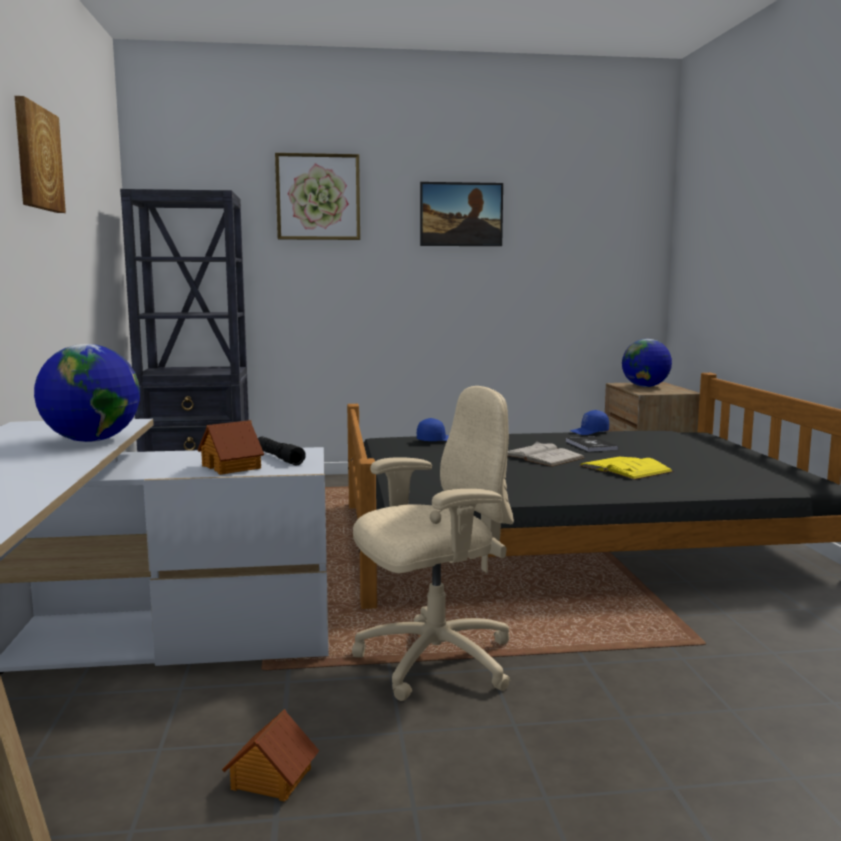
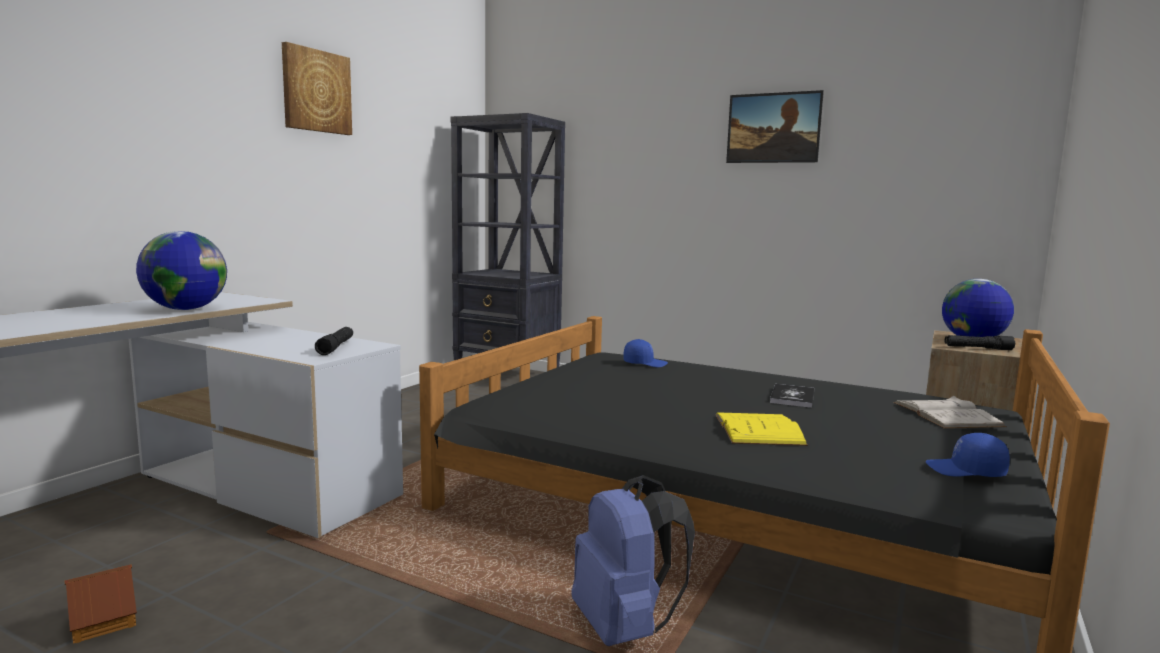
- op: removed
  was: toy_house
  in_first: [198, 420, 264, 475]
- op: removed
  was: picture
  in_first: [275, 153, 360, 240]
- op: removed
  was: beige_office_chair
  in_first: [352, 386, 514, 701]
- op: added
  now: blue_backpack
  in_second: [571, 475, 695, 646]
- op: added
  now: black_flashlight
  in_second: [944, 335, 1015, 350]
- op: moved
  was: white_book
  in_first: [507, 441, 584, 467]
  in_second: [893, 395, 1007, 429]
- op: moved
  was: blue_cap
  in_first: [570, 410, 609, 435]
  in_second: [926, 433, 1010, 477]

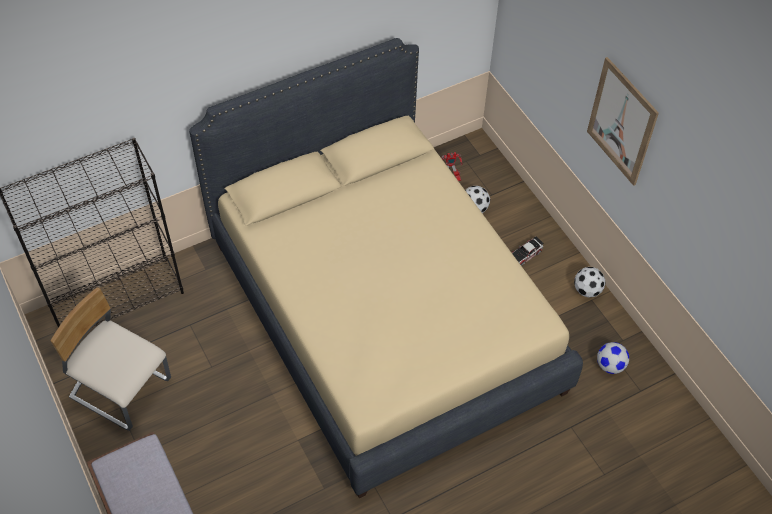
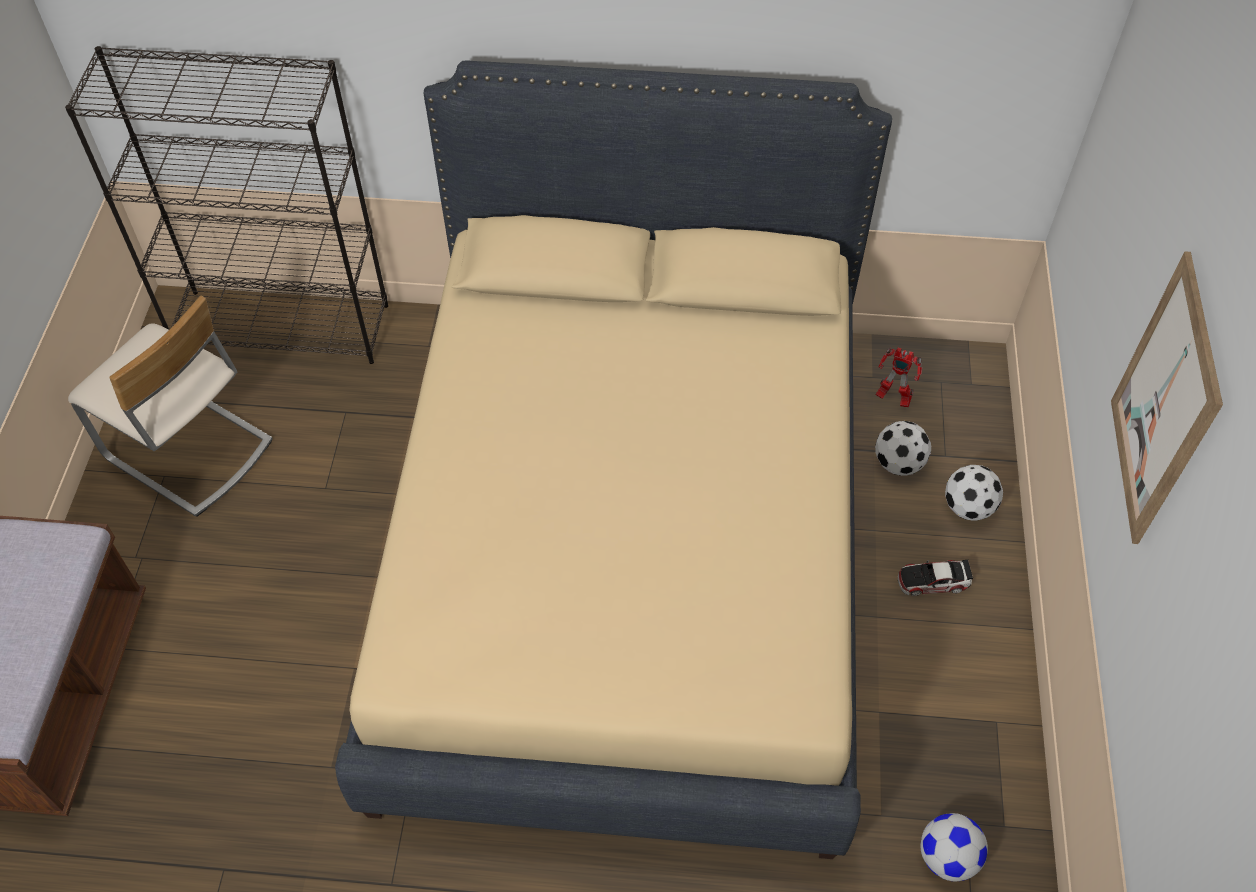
- op: moved
  was: football
  in_first: [574, 267, 606, 298]
  in_second: [945, 465, 1003, 521]
- op: turned
  was: beige_chair
  in_first: [50, 287, 171, 431]
  in_second: [68, 296, 273, 516]
  clockwise: 150

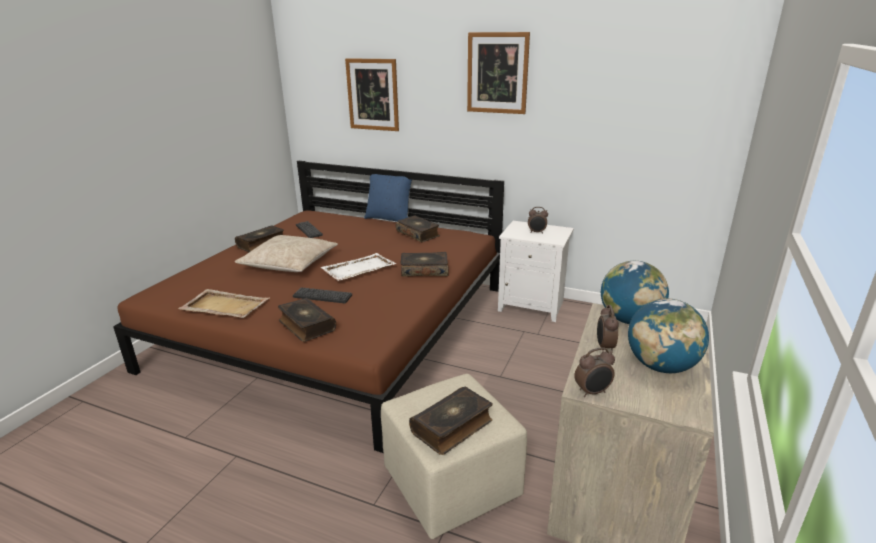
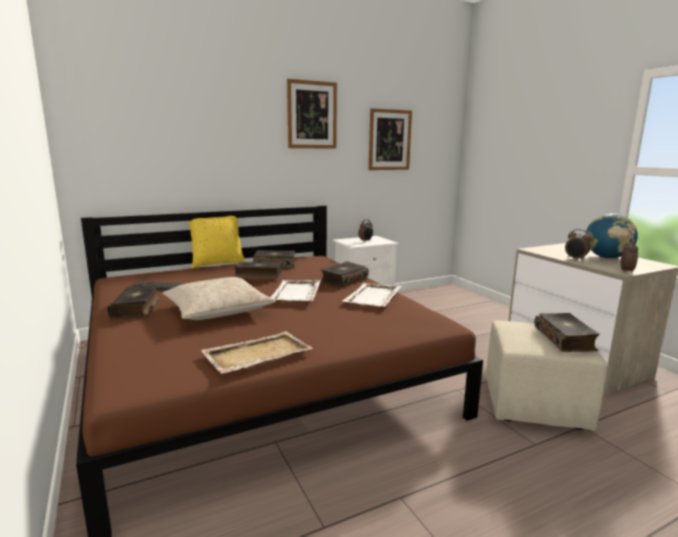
- op: removed
  was: keyboard
  in_first: [293, 287, 352, 303]
- op: removed
  was: globe
  in_first: [601, 261, 669, 324]
- op: added
  now: white_tray
  in_second: [342, 283, 401, 307]
- op: moved
  was: book
  in_first: [278, 298, 336, 342]
  in_second: [234, 262, 282, 280]
- op: moved
  was: picture
  in_first: [345, 58, 399, 131]
  in_second: [369, 108, 412, 170]
- op: recoloured
  was: blue_pillow
  now: yellow_pillow
  in_first: [364, 174, 413, 222]
  in_second: [188, 216, 245, 268]

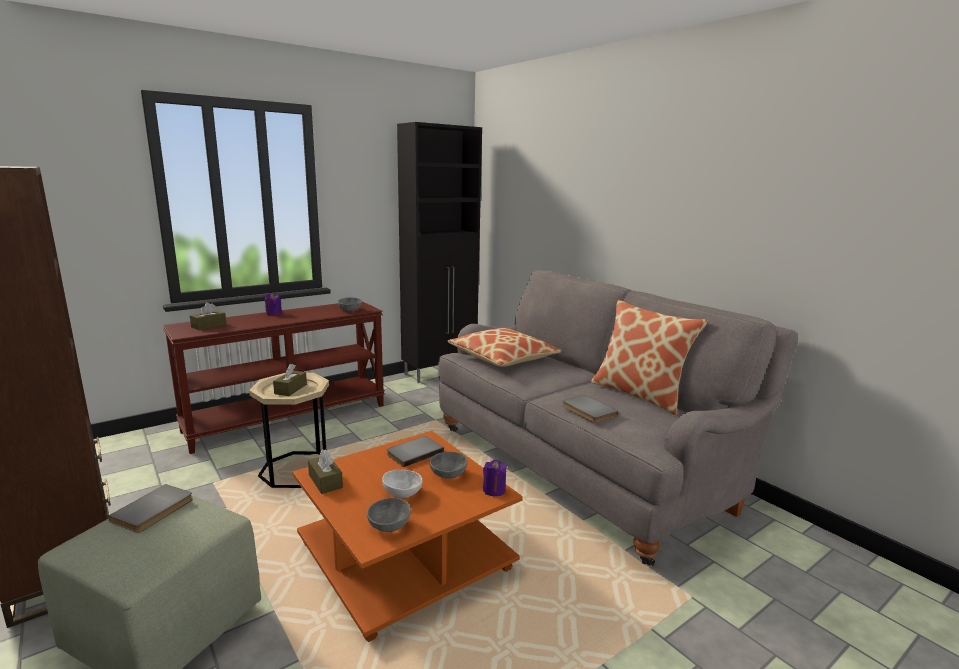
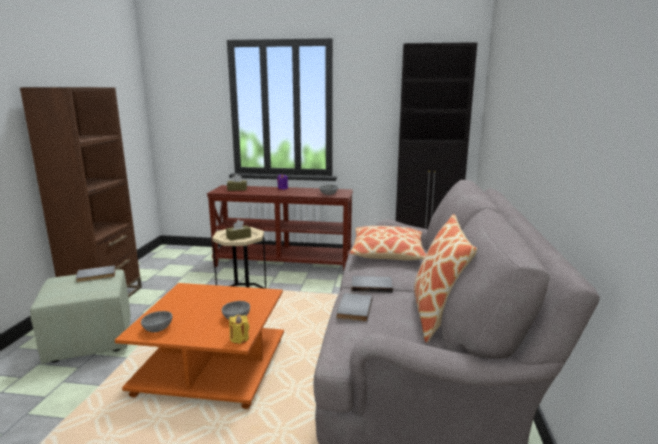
- op: removed
  was: brown_tissue_box
  in_first: [308, 449, 343, 494]
- op: removed
  was: white_bowl
  in_first: [382, 470, 423, 498]
- op: moved
  was: grey_book
  in_first: [387, 436, 444, 467]
  in_second: [352, 276, 393, 292]
- op: recoloured
  was: purple_candle
  now: yellow_candle
  in_first: [483, 460, 507, 496]
  in_second: [229, 315, 249, 344]

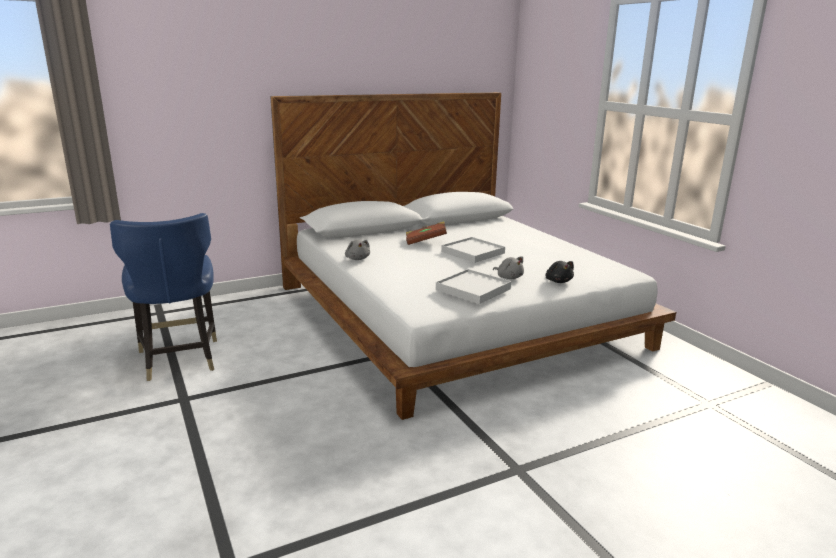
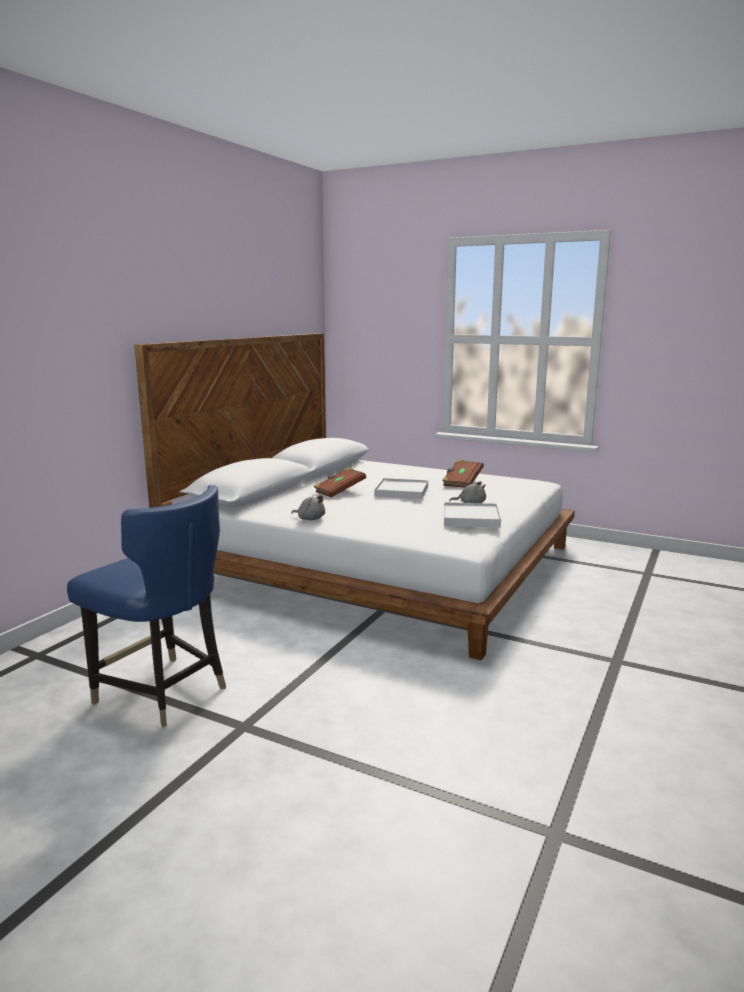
- op: removed
  was: black_plush_toy
  in_first: [546, 261, 574, 283]
- op: added
  now: brown_book
  in_second: [442, 459, 484, 488]

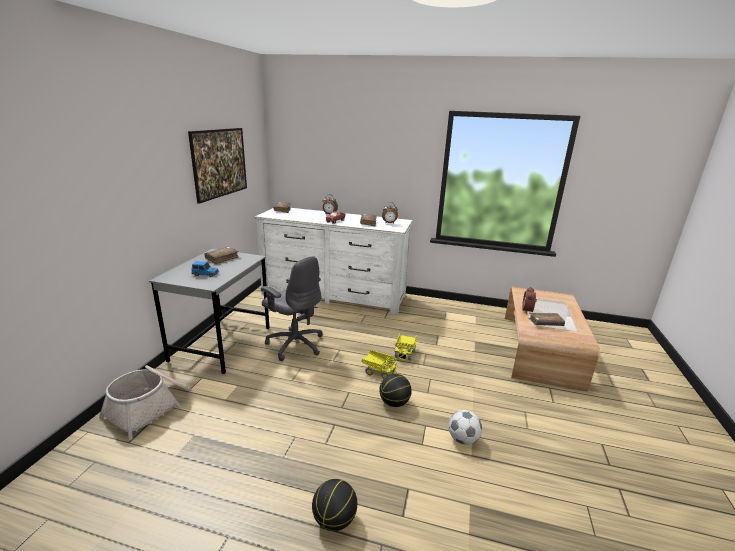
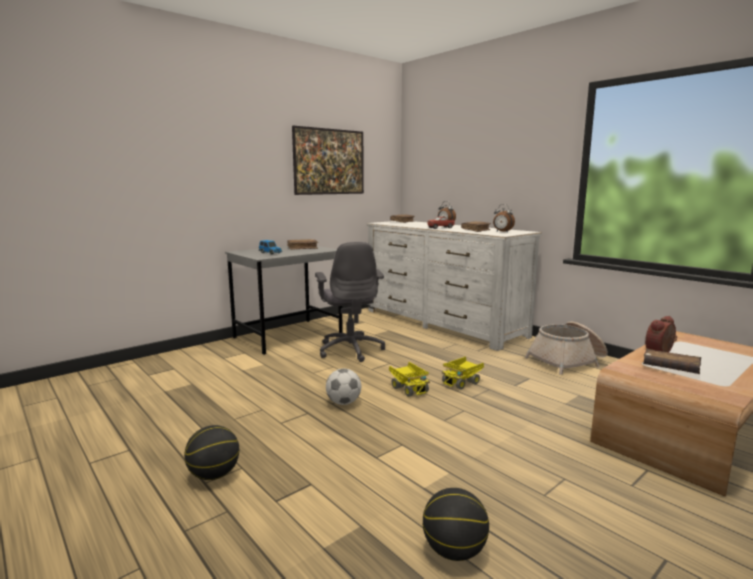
- op: moved
  was: basket
  in_first: [99, 365, 191, 440]
  in_second: [525, 322, 608, 375]
- op: moved
  was: basketball
  in_first: [379, 374, 412, 407]
  in_second: [423, 488, 489, 561]
- op: moved
  was: football
  in_first: [449, 410, 482, 445]
  in_second: [326, 369, 361, 405]

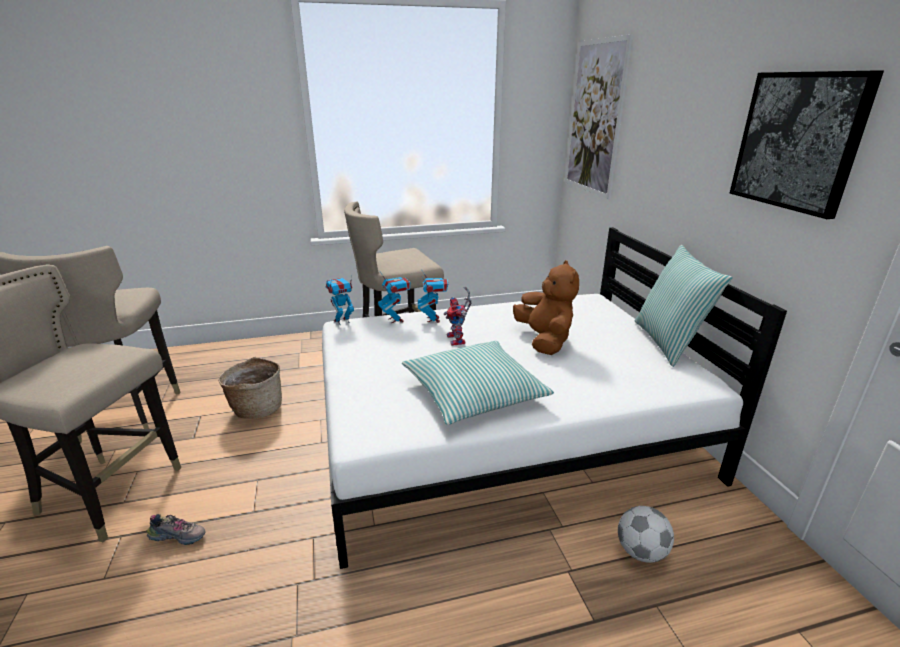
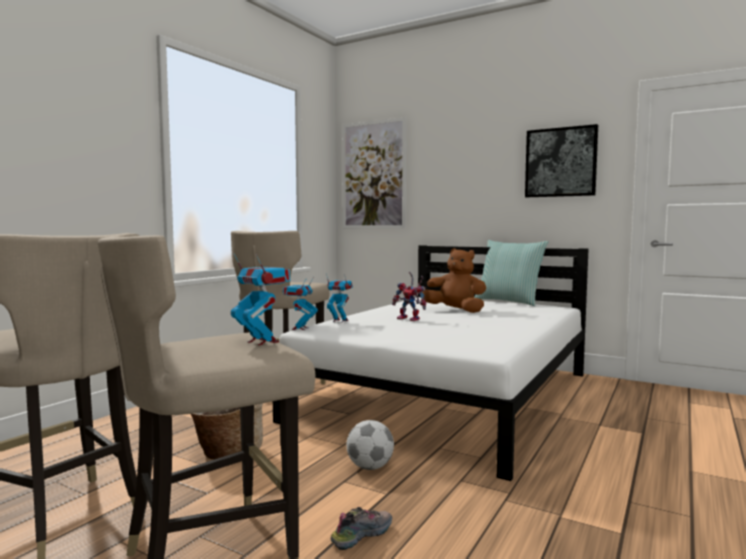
- op: removed
  was: pillow
  in_first: [402, 341, 554, 425]
- op: moved
  was: toy_robot
  in_first: [418, 269, 448, 323]
  in_second: [231, 253, 290, 345]
- op: moved
  was: football
  in_first: [618, 506, 674, 563]
  in_second: [347, 420, 394, 470]

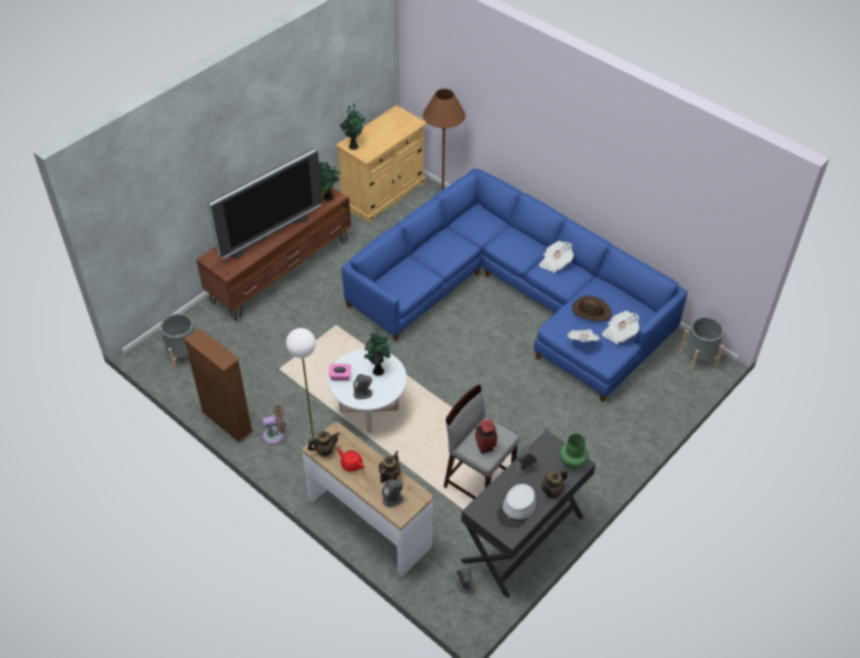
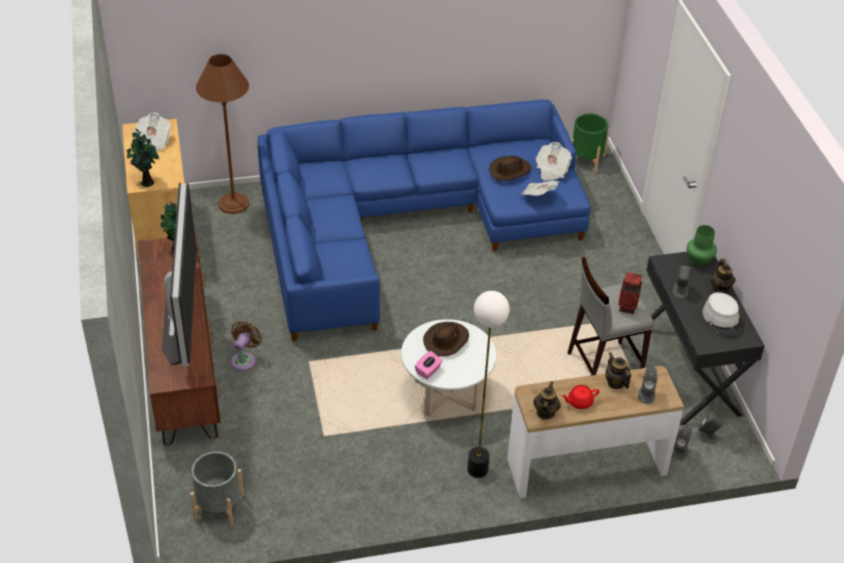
- op: removed
  was: brown_bookcase
  in_first: [184, 328, 254, 443]
- op: moved
  was: brown_fan
  in_first: [262, 406, 286, 445]
  in_second: [231, 321, 262, 371]
- op: moved
  was: grey_speaker
  in_first: [353, 374, 372, 399]
  in_second: [672, 426, 692, 460]
- op: moved
  was: newspaper
  in_first: [539, 241, 574, 273]
  in_second: [134, 113, 172, 151]
- op: replaced
  was: potted_plant
  now: brown_hat
  in_first: [364, 329, 391, 376]
  in_second: [423, 322, 469, 357]
- op: recoloured
  was: grey_planter
  now: green_planter
  in_first: [680, 317, 724, 371]
  in_second: [571, 113, 609, 172]

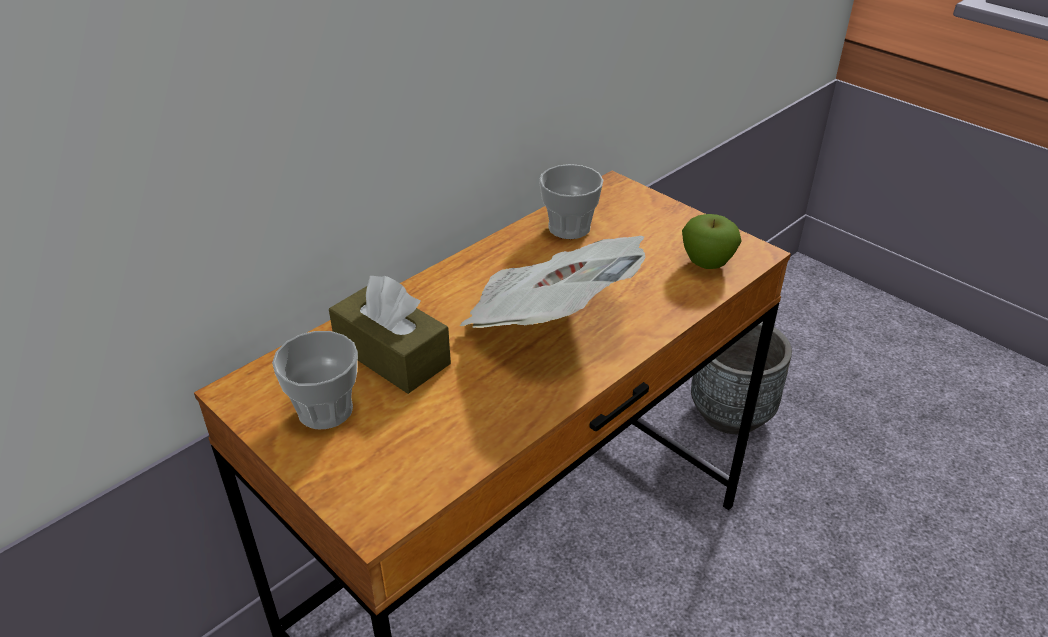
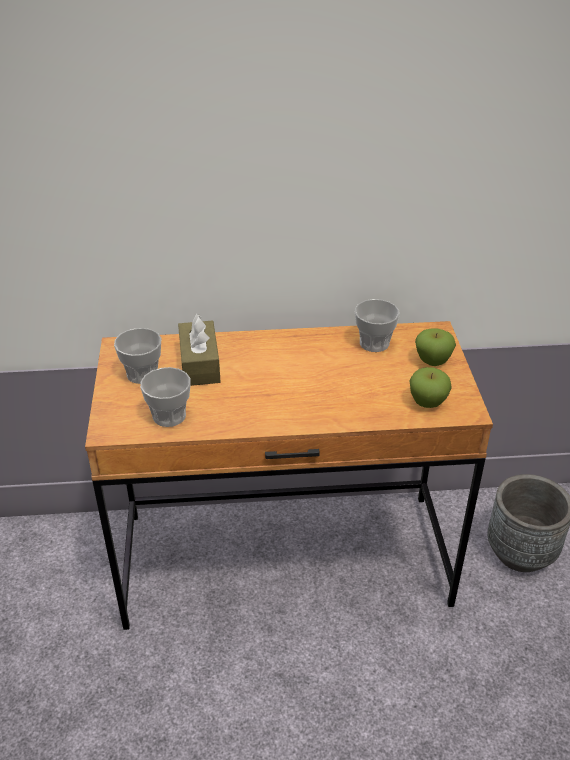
- op: removed
  was: newspaper
  in_first: [460, 236, 645, 328]
- op: added
  now: cup
  in_second: [140, 367, 191, 427]
- op: added
  now: apple
  in_second: [415, 328, 456, 366]

